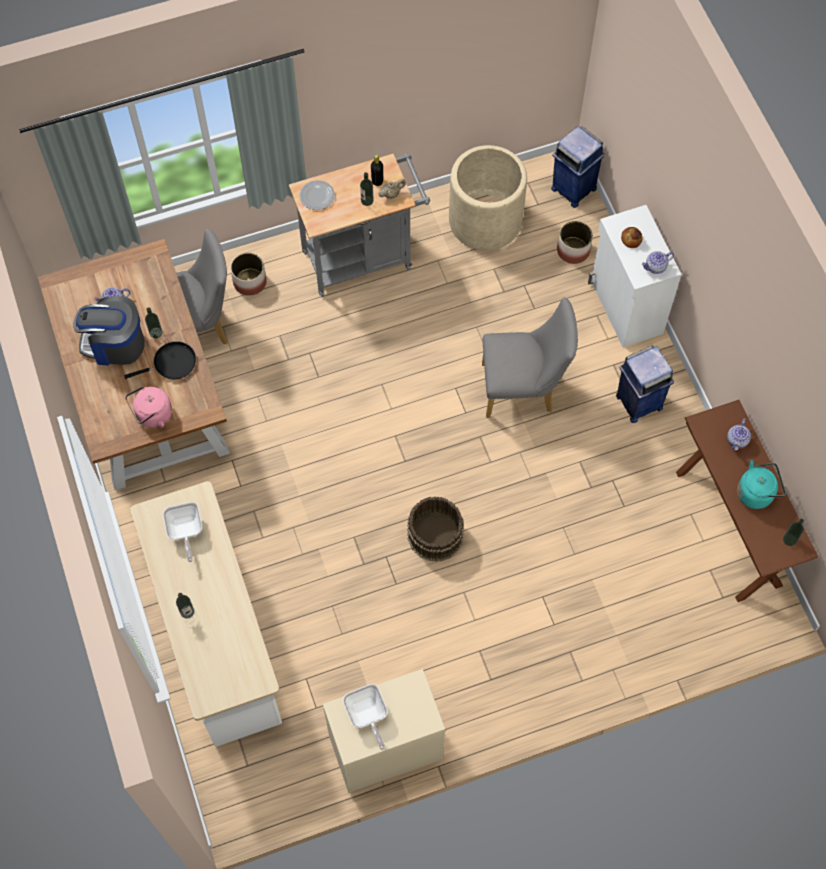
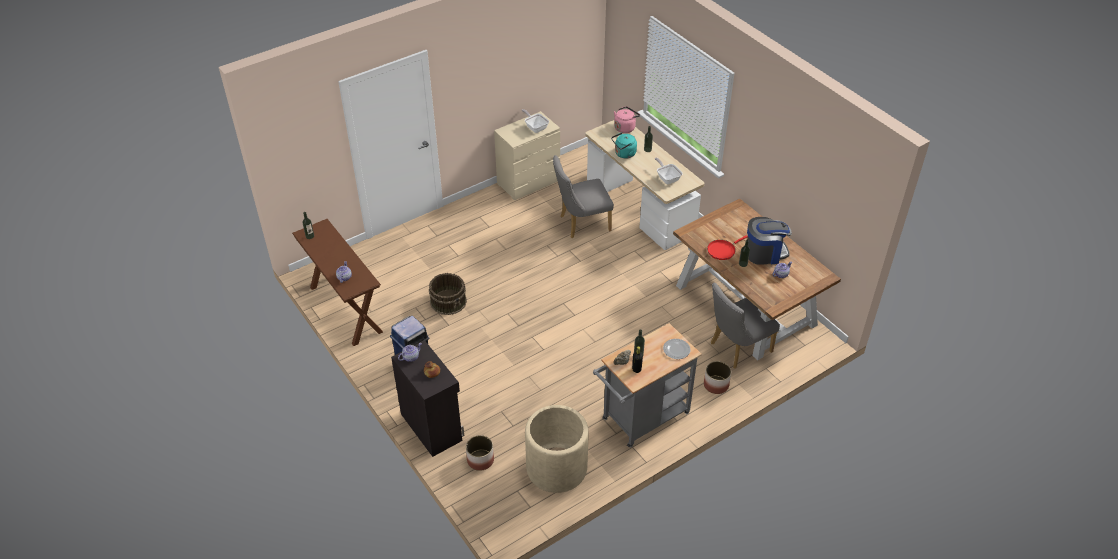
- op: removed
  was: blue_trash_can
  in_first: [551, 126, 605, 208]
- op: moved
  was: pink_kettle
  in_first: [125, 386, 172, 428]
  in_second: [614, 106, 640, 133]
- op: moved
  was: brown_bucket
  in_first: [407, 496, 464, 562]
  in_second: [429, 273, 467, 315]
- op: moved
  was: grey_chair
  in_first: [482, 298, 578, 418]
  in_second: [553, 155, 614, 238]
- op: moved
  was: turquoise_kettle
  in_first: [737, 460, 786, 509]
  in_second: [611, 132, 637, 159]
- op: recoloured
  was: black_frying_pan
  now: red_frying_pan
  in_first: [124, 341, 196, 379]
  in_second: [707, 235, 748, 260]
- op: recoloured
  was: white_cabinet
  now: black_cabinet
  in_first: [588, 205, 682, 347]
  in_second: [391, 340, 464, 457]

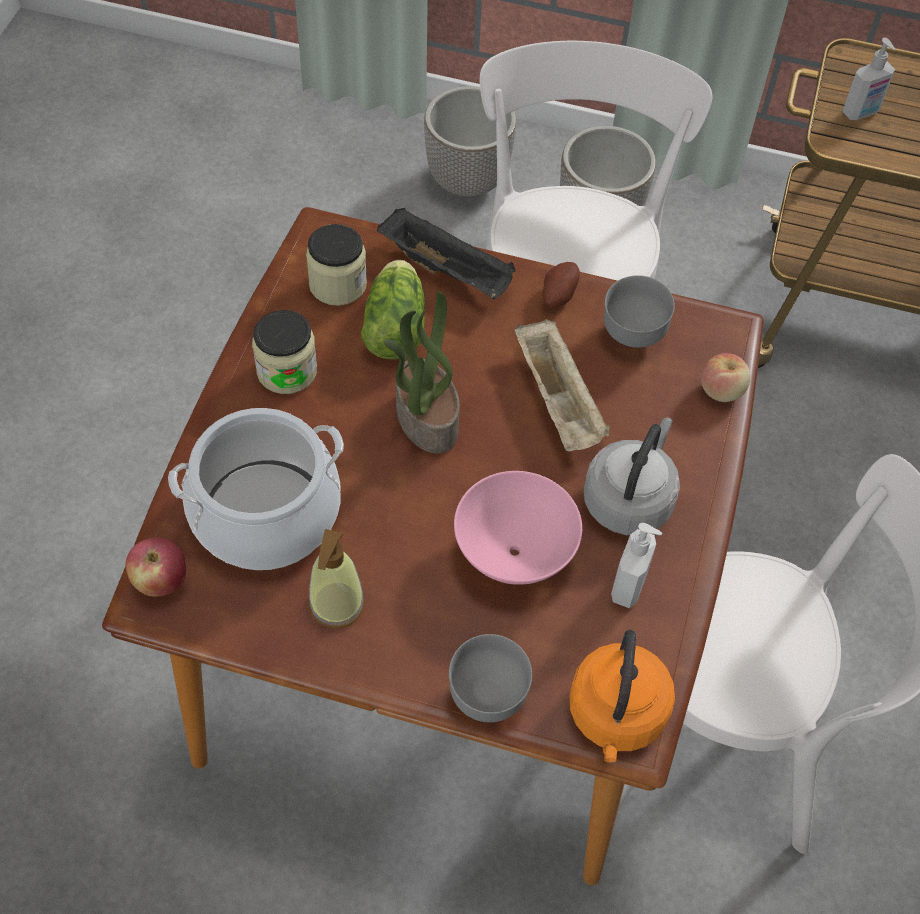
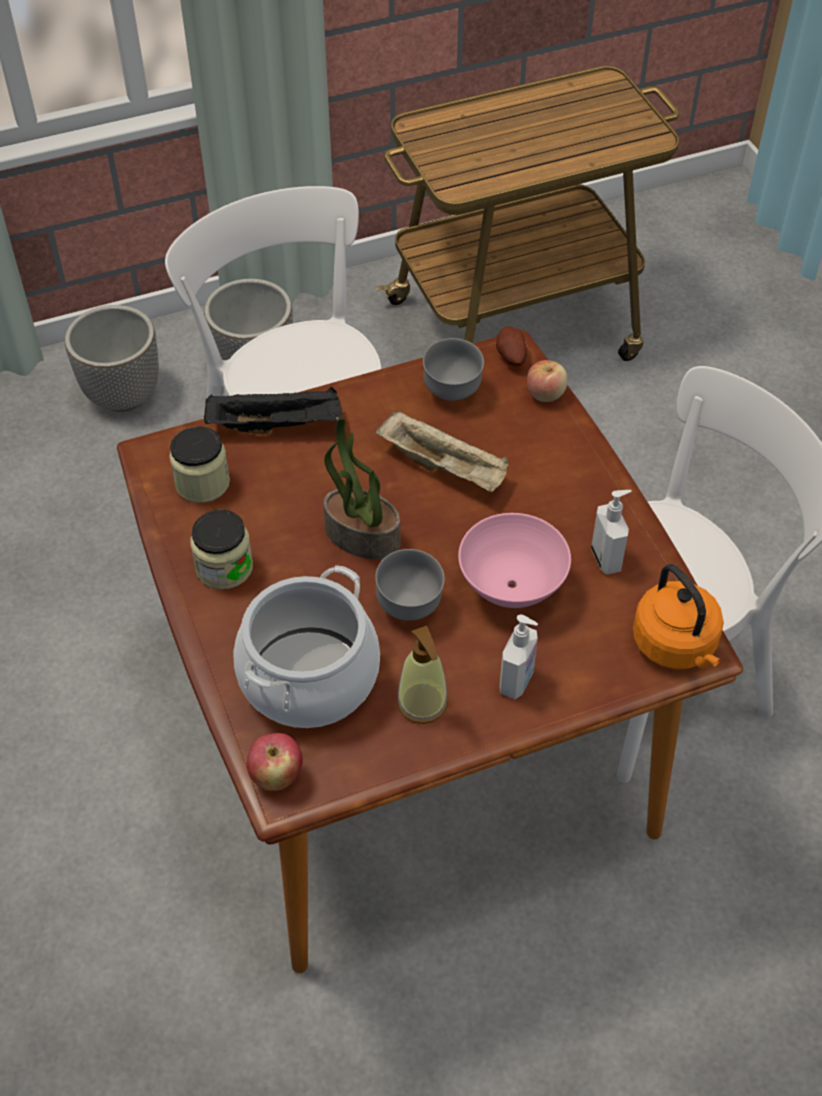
- op: removed
  was: lettuce
  in_first: [361, 260, 425, 359]
- op: removed
  was: grey_kettle
  in_first: [584, 418, 680, 535]
- op: moved
  was: grey_bowl
  in_first: [449, 634, 532, 722]
  in_second: [375, 549, 445, 621]
- op: moved
  was: potato
  in_first: [542, 262, 580, 308]
  in_second: [496, 326, 527, 366]
- op: moved
  was: soap_dispenser
  in_first: [842, 37, 895, 120]
  in_second: [500, 615, 538, 699]

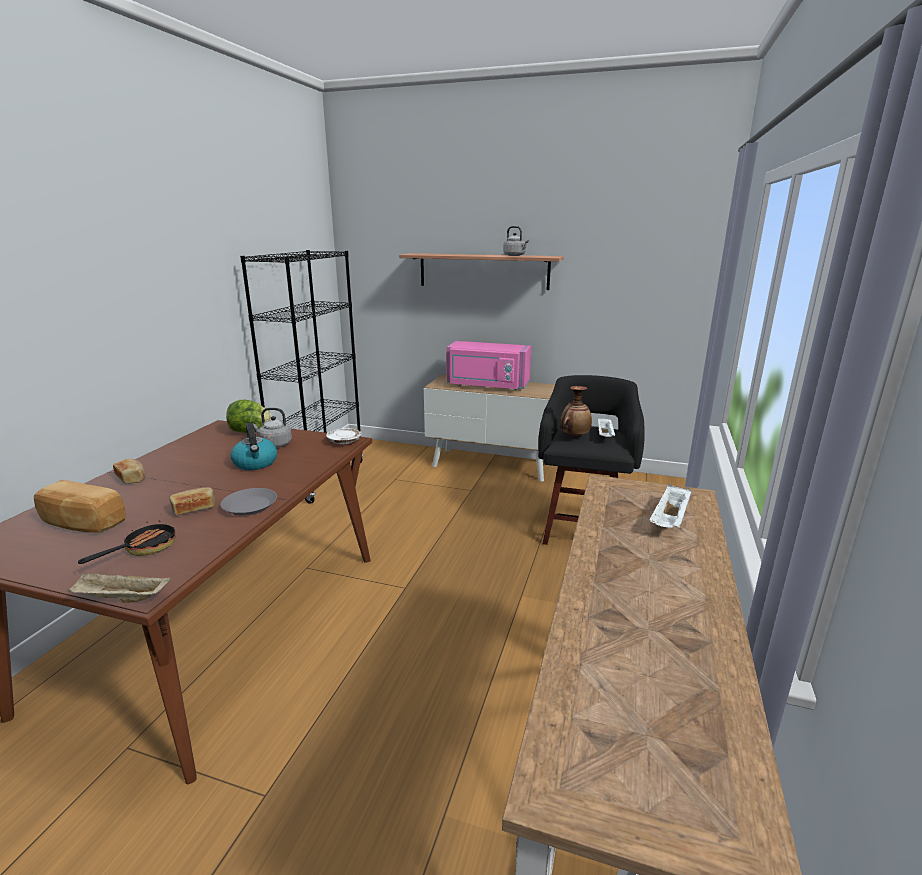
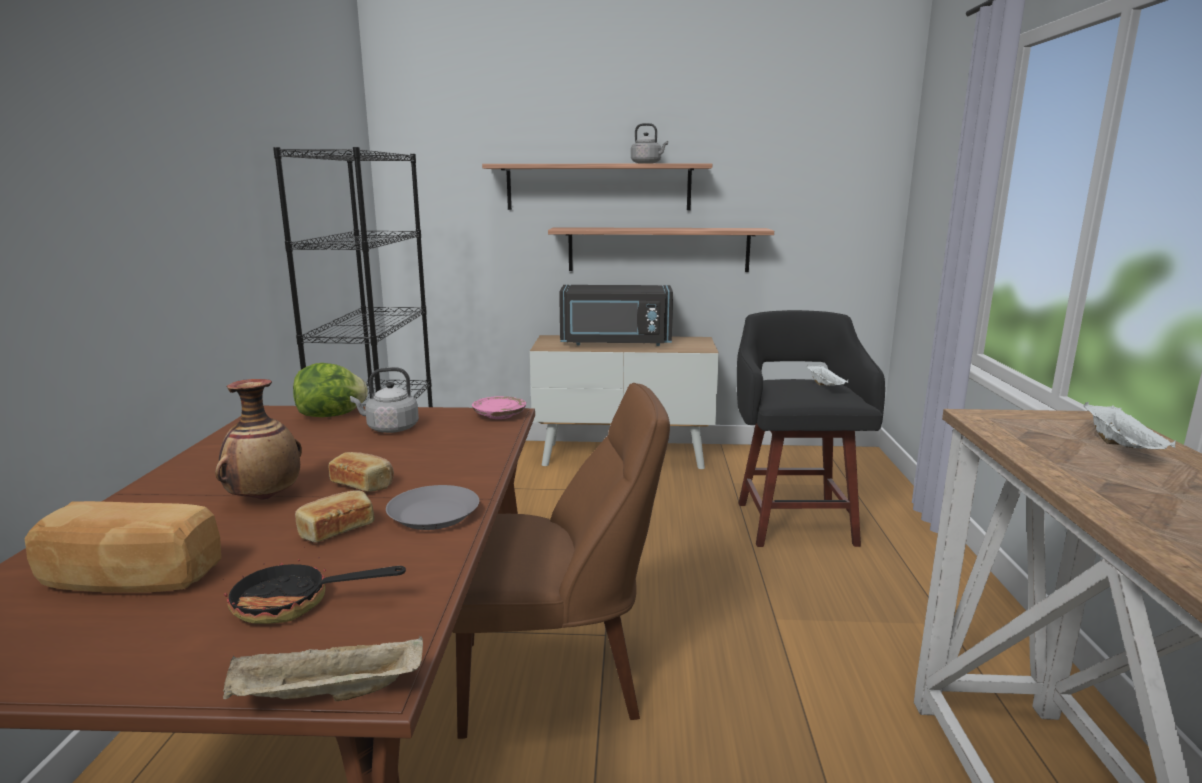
- op: removed
  was: kettle
  in_first: [230, 423, 277, 470]
- op: added
  now: brown_chair
  in_second: [452, 383, 670, 739]
- op: added
  now: shelf
  in_second: [548, 227, 774, 272]
- op: moved
  was: bread
  in_first: [113, 459, 146, 484]
  in_second: [329, 452, 394, 492]
- op: moved
  was: vase
  in_first: [560, 386, 592, 437]
  in_second: [215, 379, 302, 500]
- op: recoloured
  was: white_plate
  now: pink_plate
  in_first: [326, 428, 361, 444]
  in_second: [472, 396, 526, 419]
- op: recoloured
  was: pink_microwave
  now: black_microwave
  in_first: [447, 341, 531, 390]
  in_second: [559, 285, 673, 346]
- op: turned
  was: frying_pan
  in_first: [78, 520, 176, 564]
  in_second: [223, 547, 406, 624]
  clockwise: -105

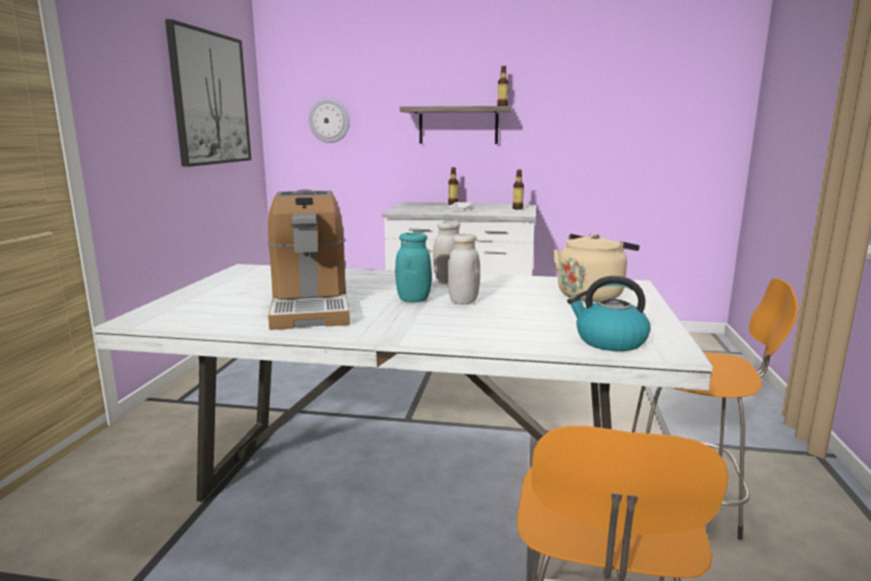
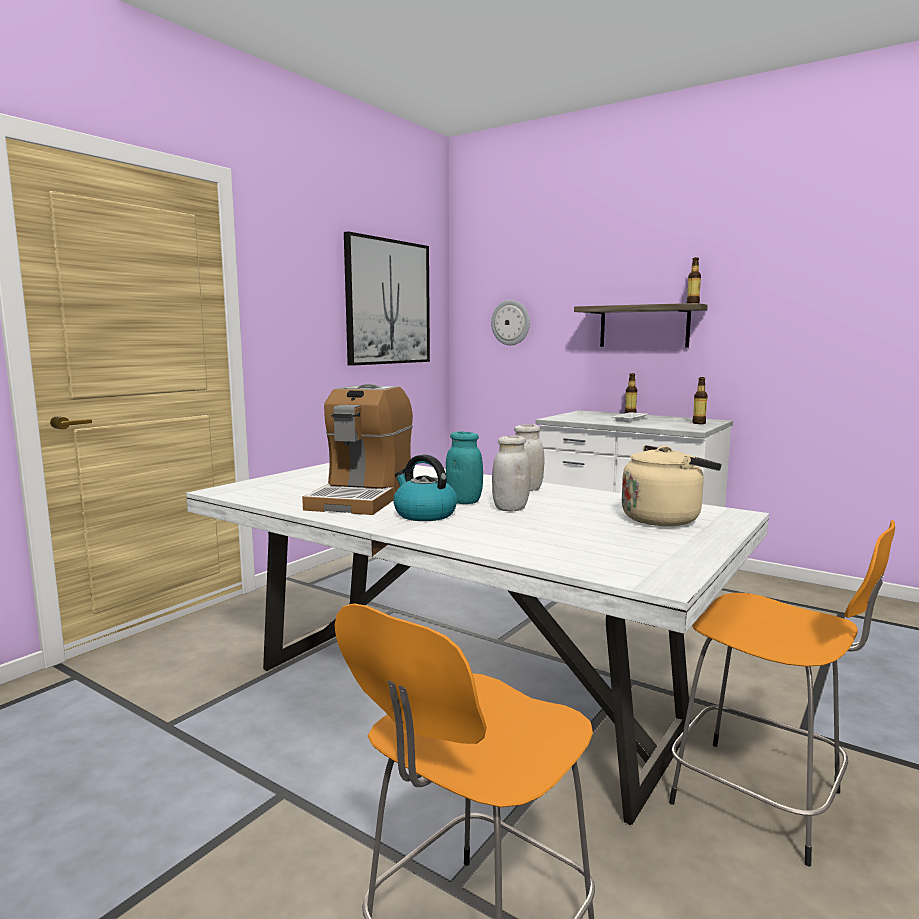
- op: moved
  was: kettle
  in_first: [567, 276, 651, 351]
  in_second: [393, 454, 458, 521]

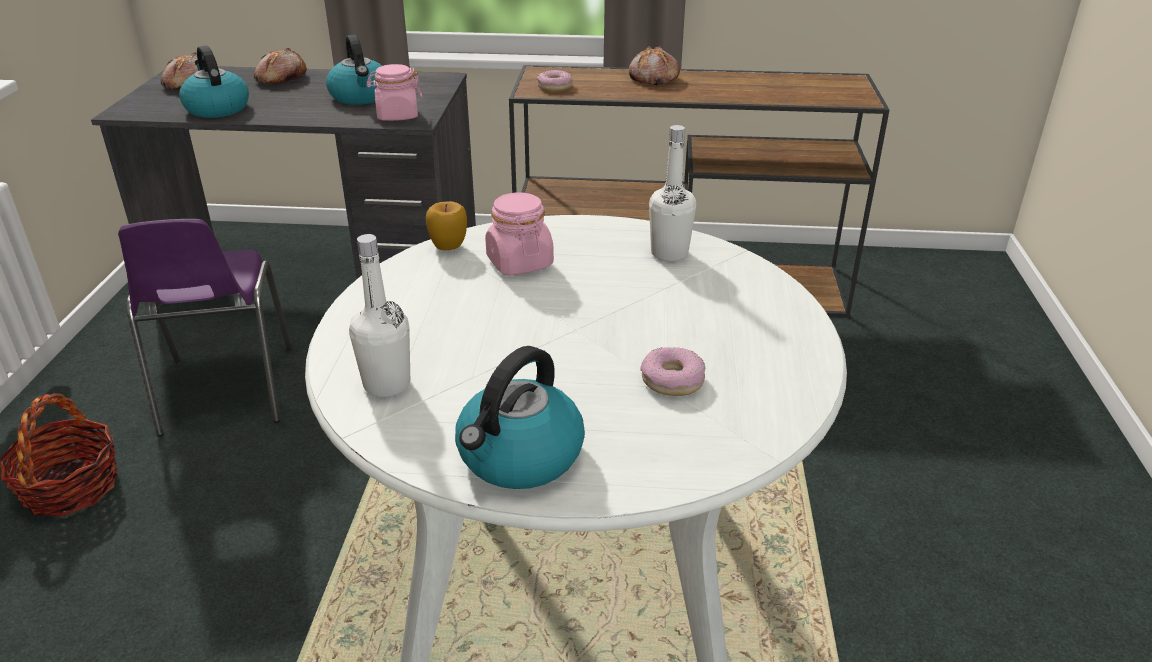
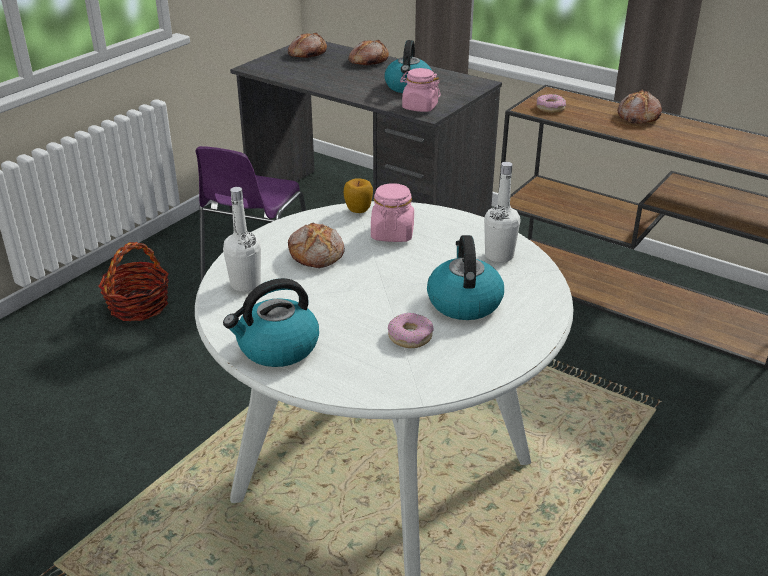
- op: added
  now: bread
  in_second: [288, 223, 345, 268]
- op: moved
  was: kettle
  in_first: [179, 46, 249, 118]
  in_second: [427, 235, 504, 320]

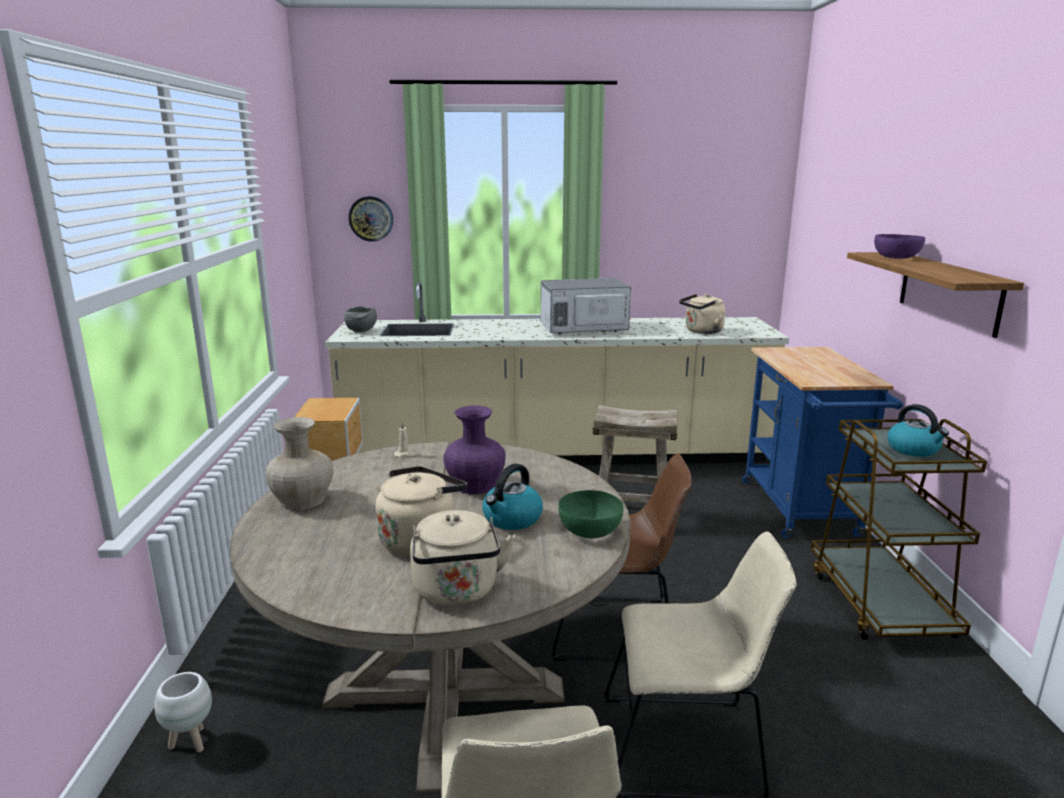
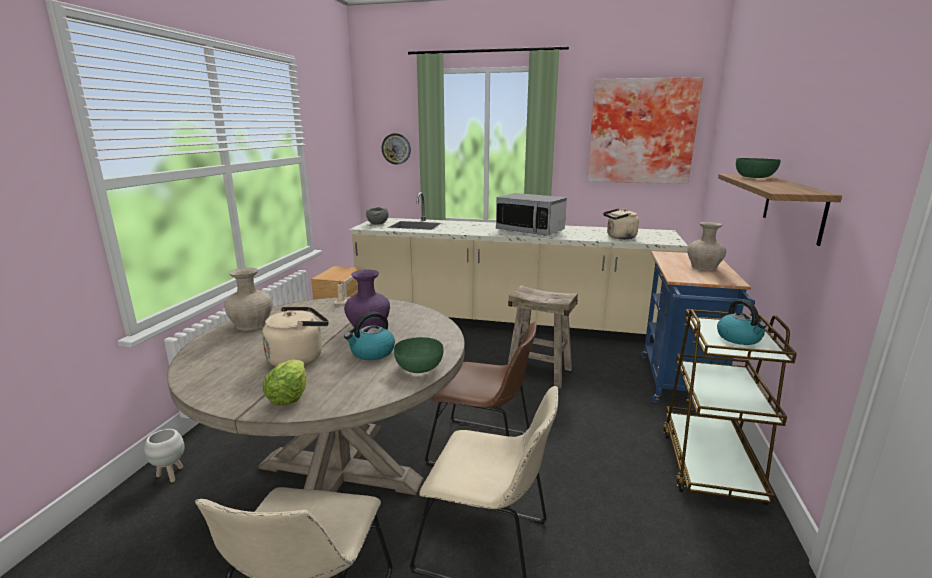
- op: added
  now: picture
  in_second: [587, 77, 703, 184]
- op: added
  now: beige_vase
  in_second: [687, 222, 726, 271]
- op: replaced
  was: beige_kettle
  now: lettuce
  in_first: [410, 510, 515, 606]
  in_second: [263, 359, 307, 405]
- op: recoloured
  was: purple_bowl
  now: green_bowl
  in_first: [874, 234, 925, 259]
  in_second: [736, 158, 781, 178]
- op: turned
  was: microwave
  in_first: [541, 278, 631, 334]
  in_second: [496, 193, 567, 236]
  clockwise: -150

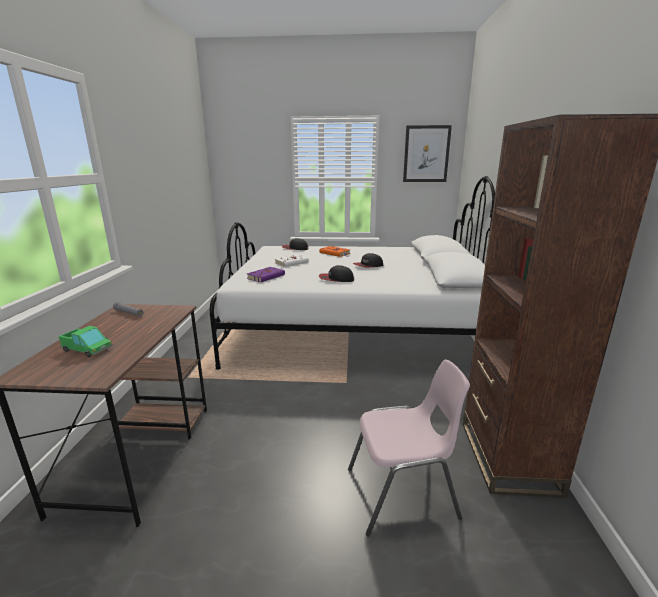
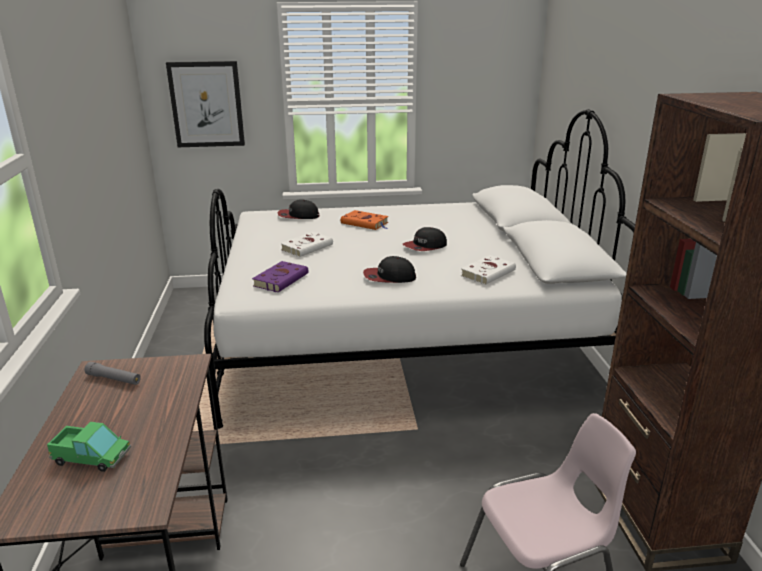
- op: added
  now: white_book
  in_second: [461, 255, 516, 285]
- op: moved
  was: picture
  in_first: [403, 125, 452, 182]
  in_second: [166, 61, 245, 147]

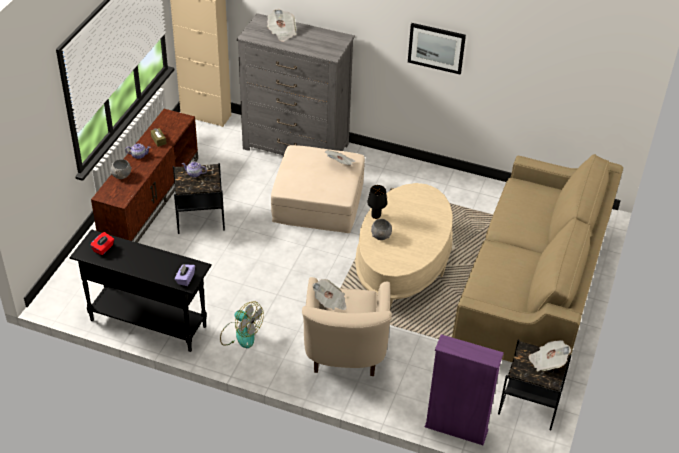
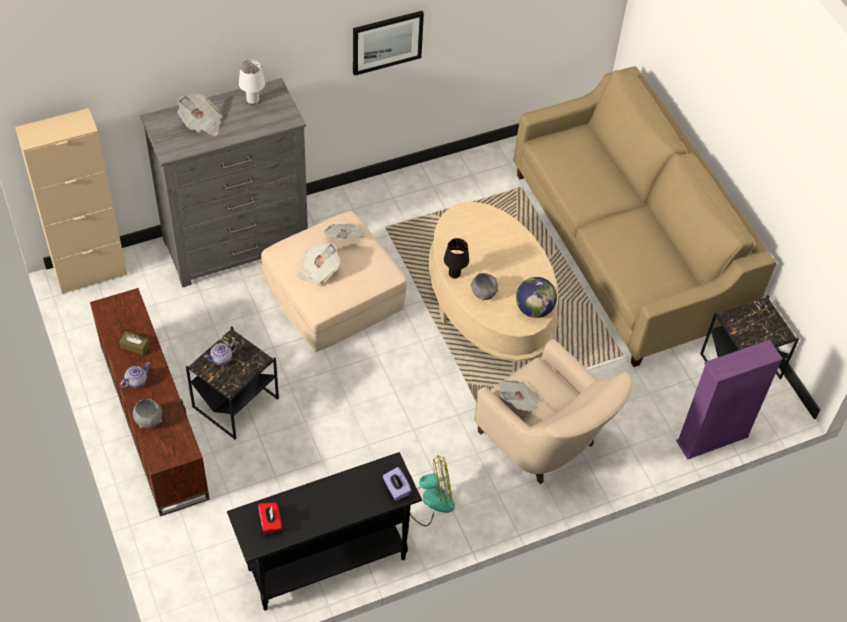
- op: added
  now: white_table_lamp
  in_second: [239, 60, 265, 104]
- op: added
  now: globe
  in_second: [516, 277, 557, 318]
- op: moved
  was: newspaper
  in_first: [528, 340, 571, 372]
  in_second: [298, 242, 340, 286]

